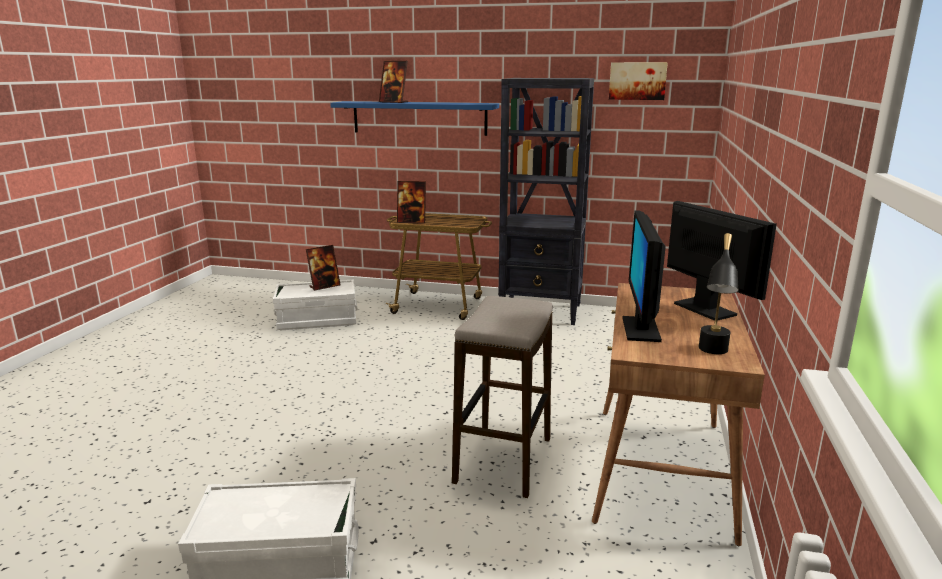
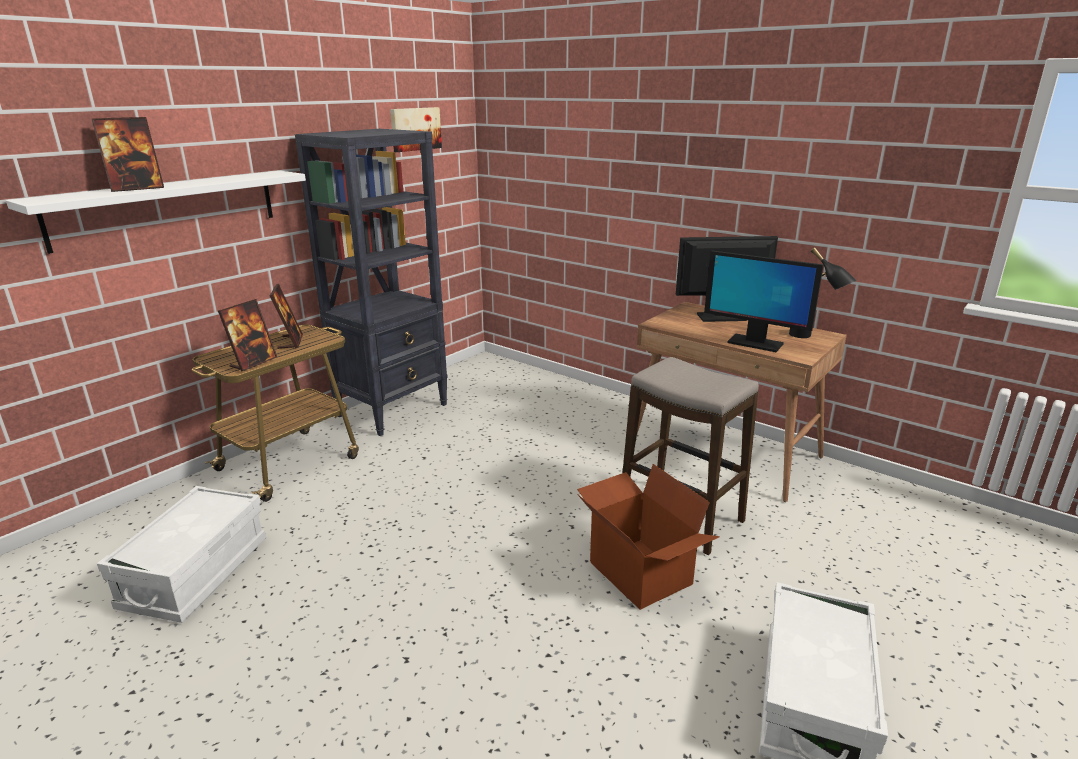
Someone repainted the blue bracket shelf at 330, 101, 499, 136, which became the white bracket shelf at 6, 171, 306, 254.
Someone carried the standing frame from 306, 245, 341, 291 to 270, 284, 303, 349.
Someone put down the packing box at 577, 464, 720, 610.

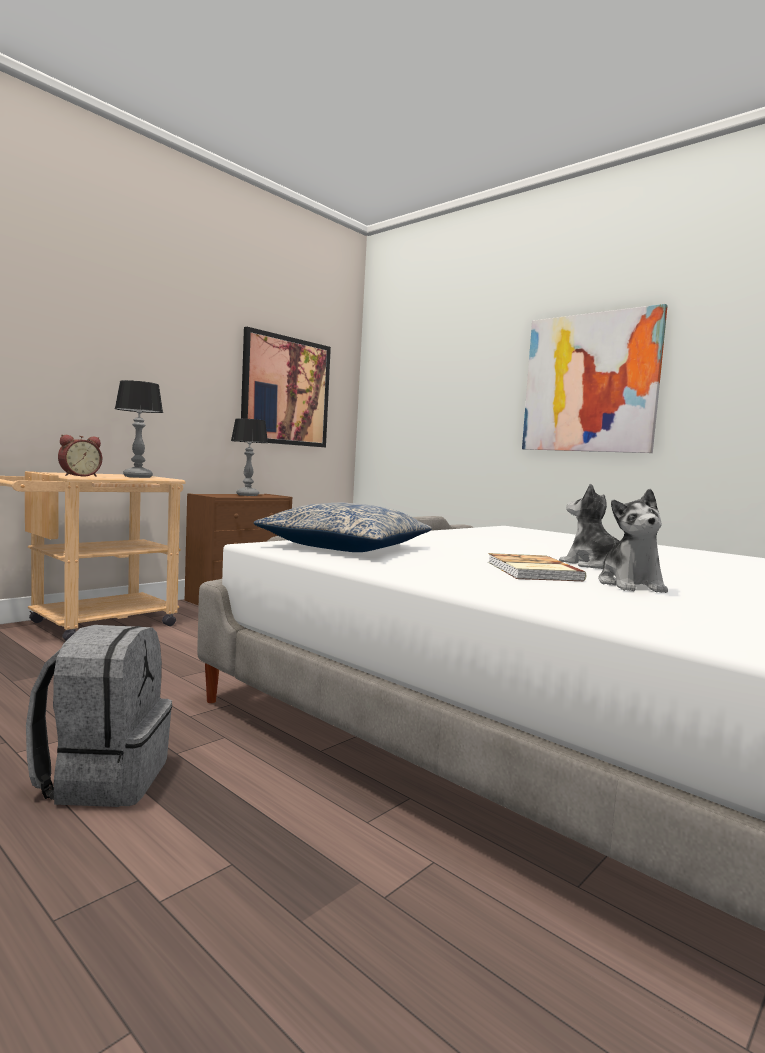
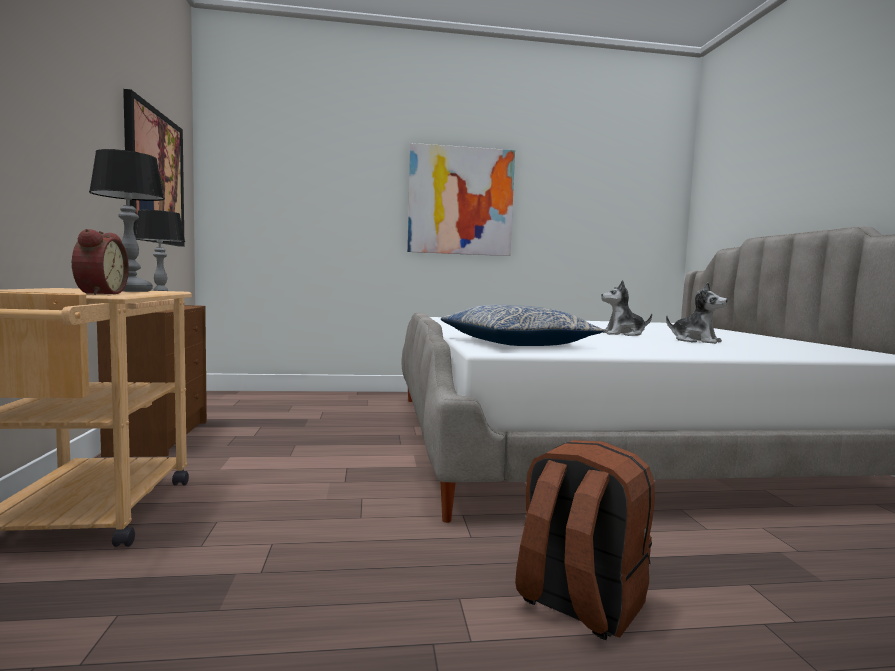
Someone repainted the grey knapsack at 26, 625, 172, 807, which became the brown-coloured knapsack at 515, 440, 655, 640.
Someone took away the bound book at 488, 553, 586, 581.

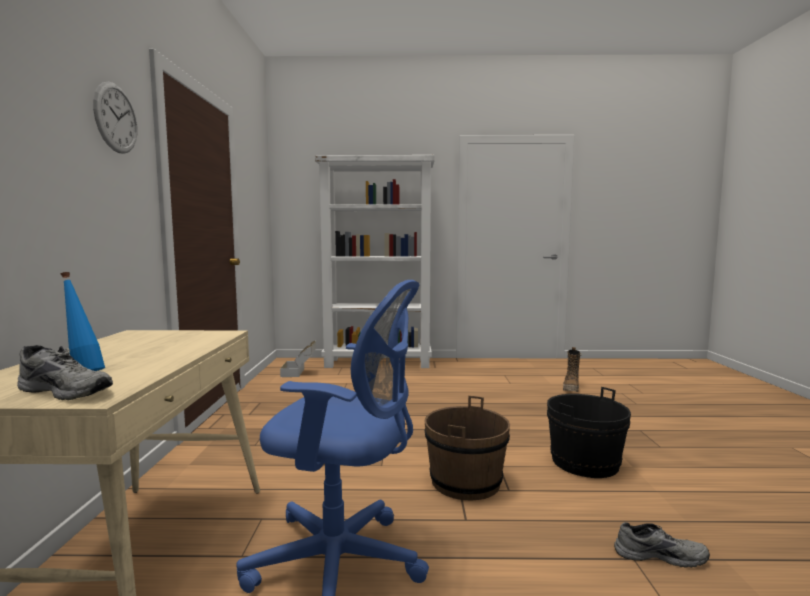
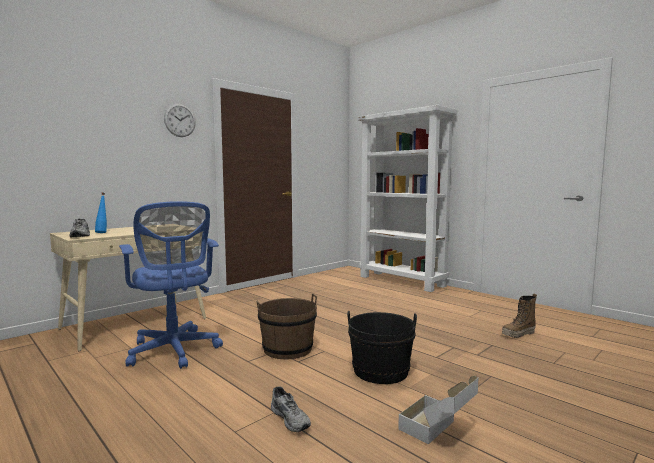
Someone carried the packing box from 280, 341, 316, 377 to 398, 376, 478, 445.

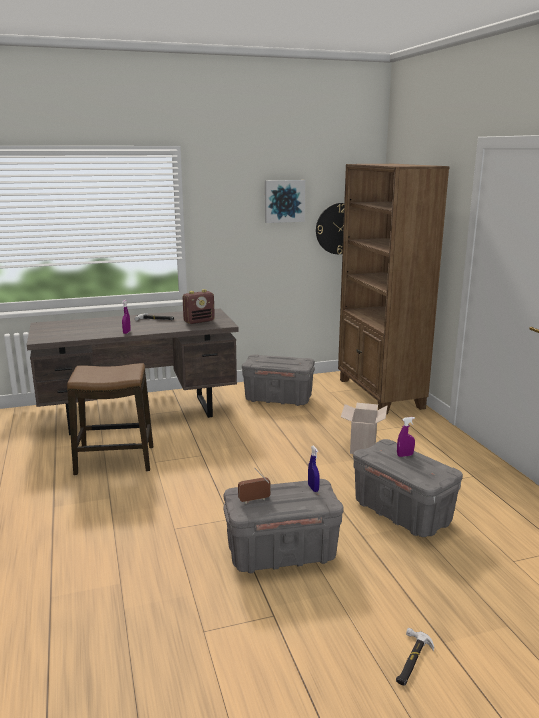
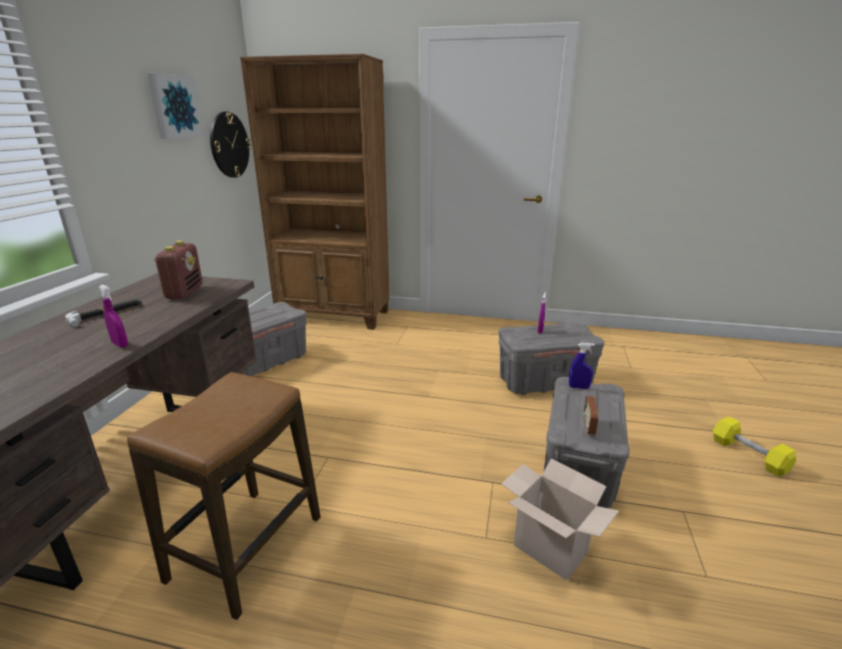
Someone carried the packing box from 341, 403, 387, 454 to 501, 458, 619, 581.
Someone swapped the hammer at 396, 628, 434, 686 for the yellow-coloured hand weight at 713, 416, 796, 477.

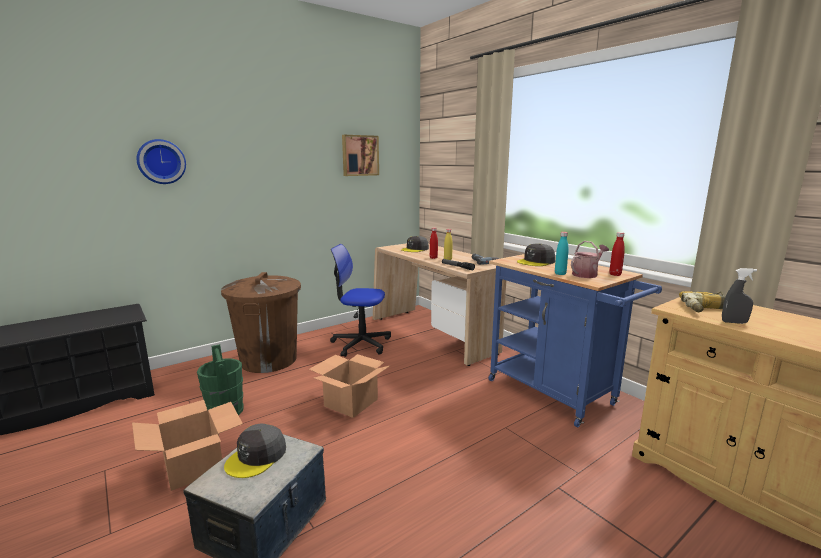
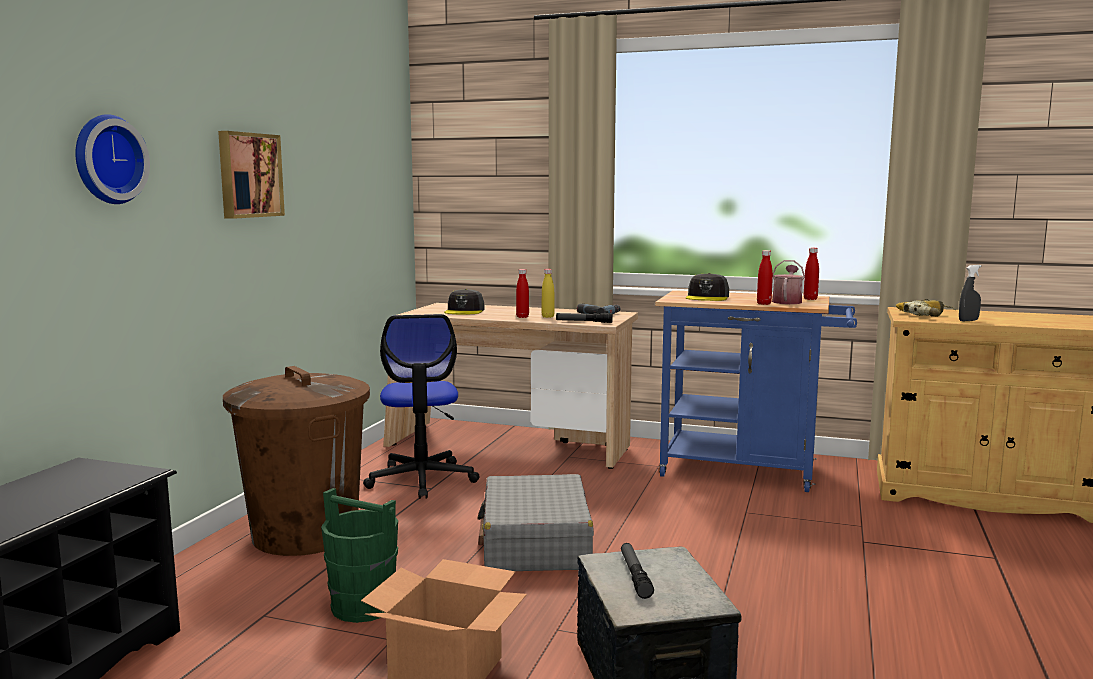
Someone carried the wall picture from 342, 135, 379, 176 to 218, 131, 285, 219.
Someone rotated the office chair at 330, 244, 391, 357 by 75 degrees counterclockwise.
Someone swapped the packing box at 309, 354, 389, 418 for the grey piece of luggage at 478, 474, 594, 571.
Someone swapped the grey cap at 224, 423, 286, 478 for the hand torch at 621, 543, 654, 599.
Someone repainted the turquoise beverage bottle at 555, 232, 568, 275, which became the reddish beverage bottle at 757, 250, 773, 305.

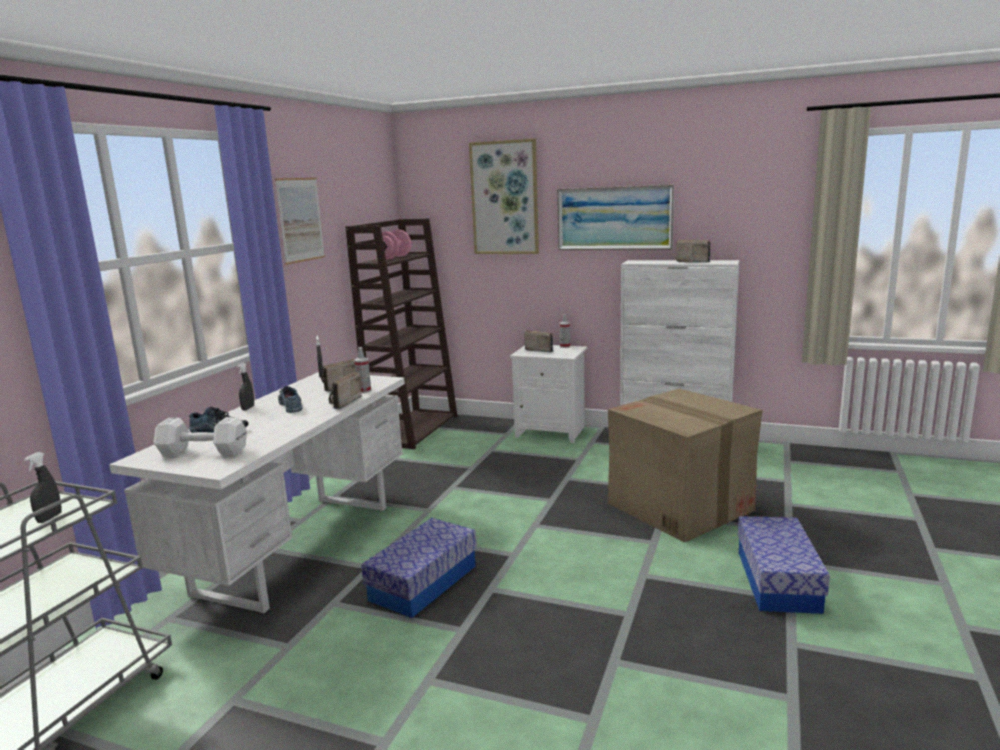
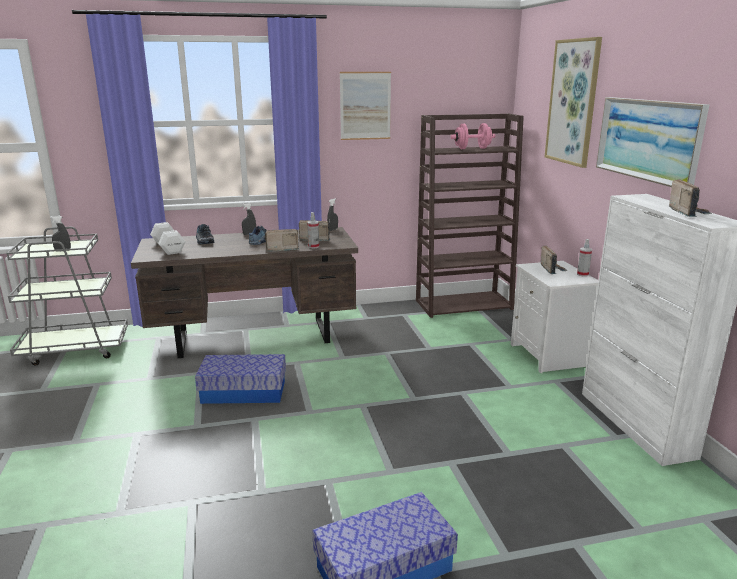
Someone repainted the white desk table at 109, 372, 405, 613, which became the brown-coloured desk table at 131, 227, 358, 358.
Someone took away the packing box at 608, 389, 762, 542.

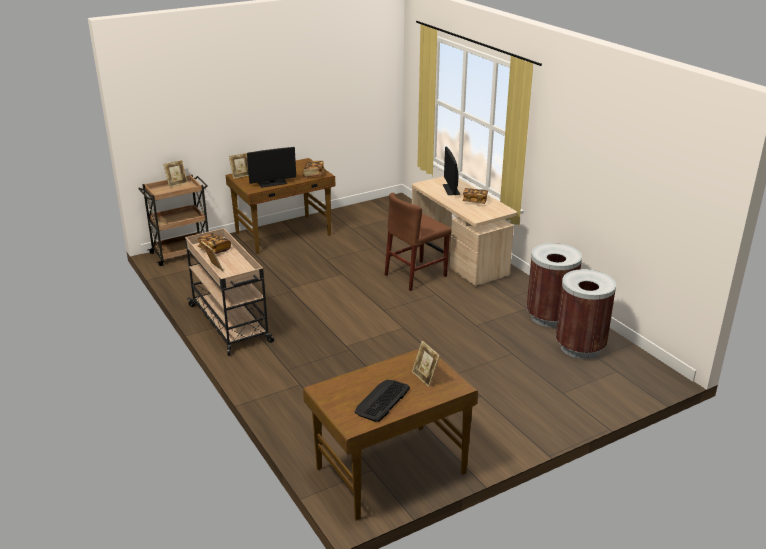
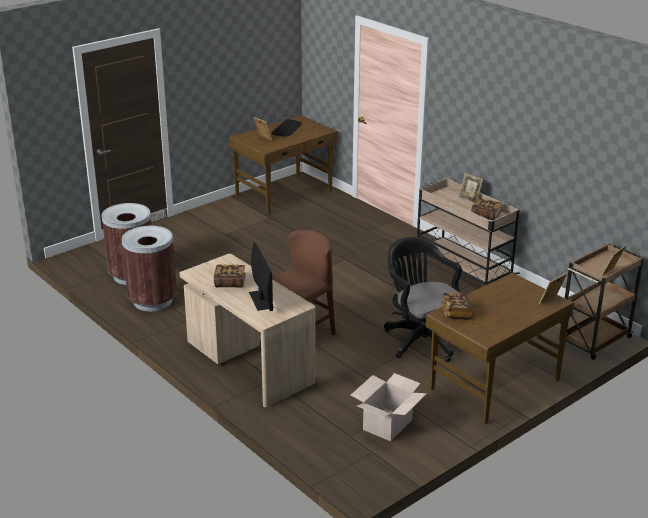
Someone put down the packing box at 351, 373, 427, 441.
Someone put down the black-coloured office chair at 384, 237, 462, 362.
Someone took away the computer display at 247, 147, 296, 188.

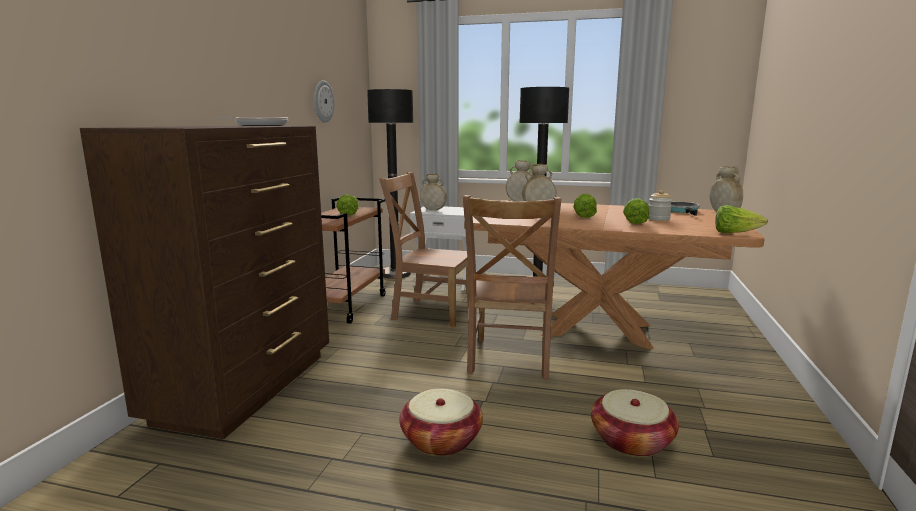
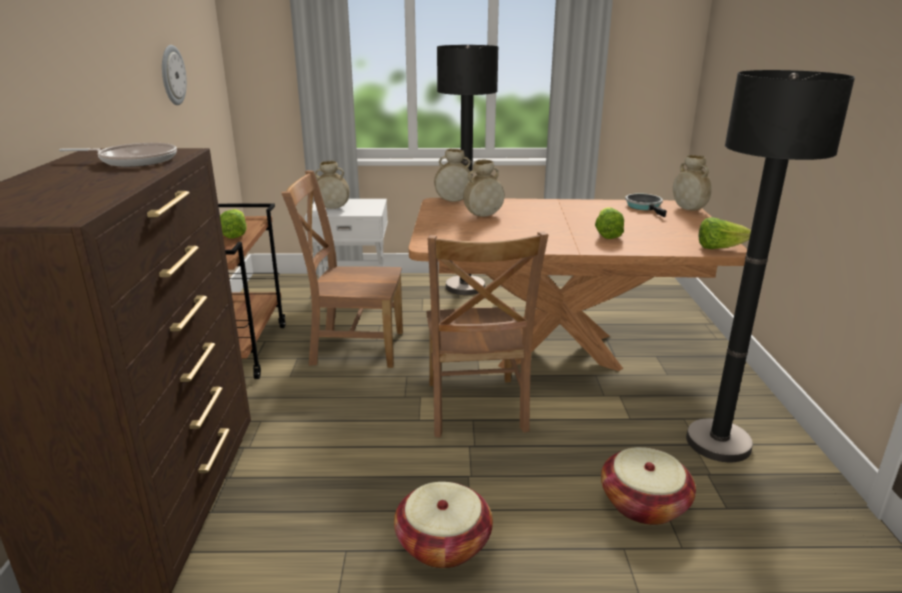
Someone carried the black-coloured standing lamp from 367, 89, 413, 279 to 686, 70, 855, 462.
Someone took away the lettuce head at 573, 193, 597, 218.
Someone took away the storage jar at 648, 190, 672, 221.

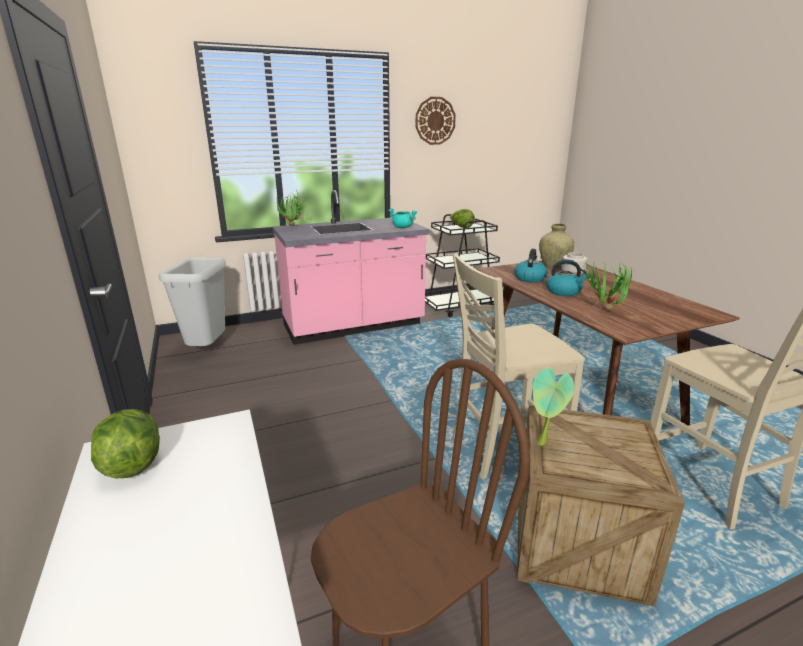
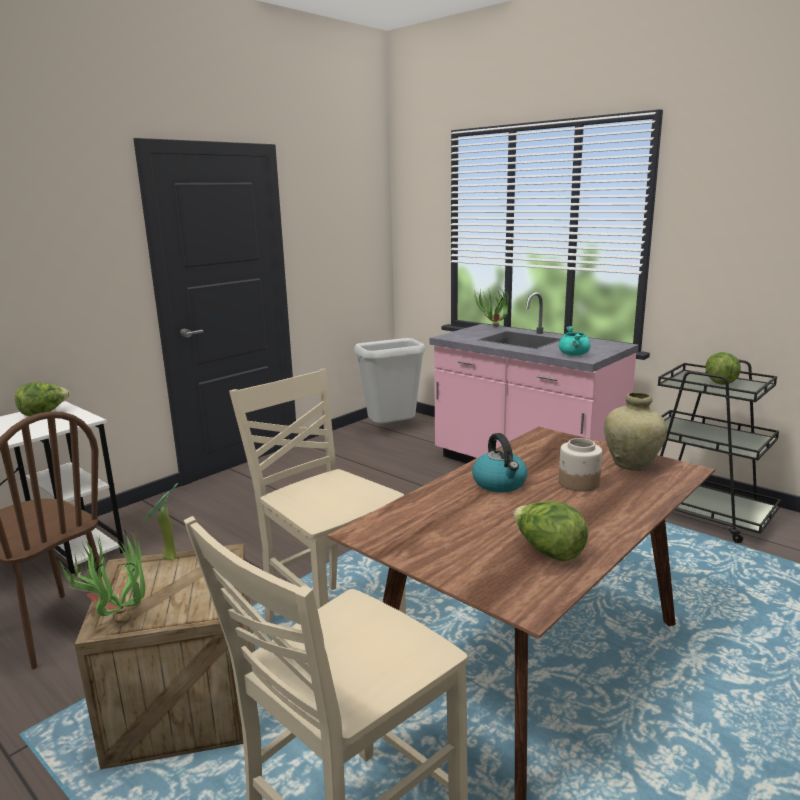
Someone carried the potted plant from 584, 260, 632, 311 to 56, 529, 145, 623.
Someone put down the lettuce head at 513, 501, 588, 562.
Someone took away the hanging clock at 416, 97, 456, 145.
Someone took away the water kettle at 515, 249, 547, 283.

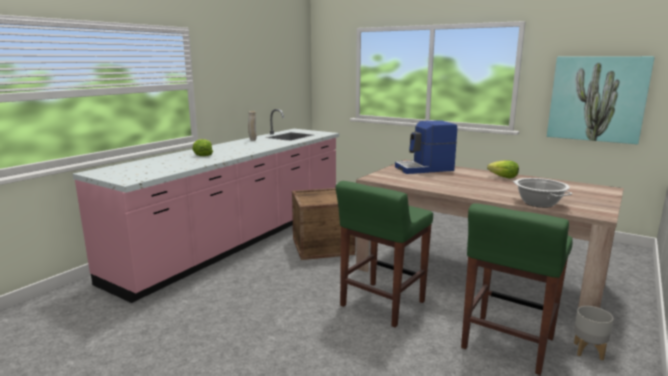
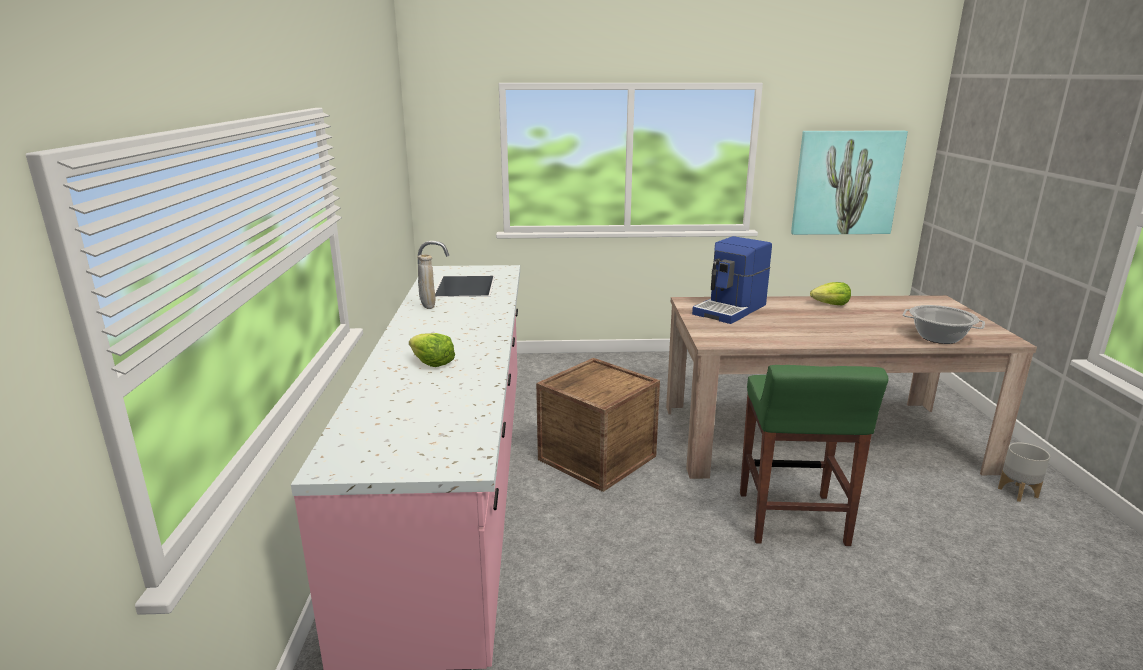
Someone took away the green-coloured sitting stool at 461, 203, 573, 375.

